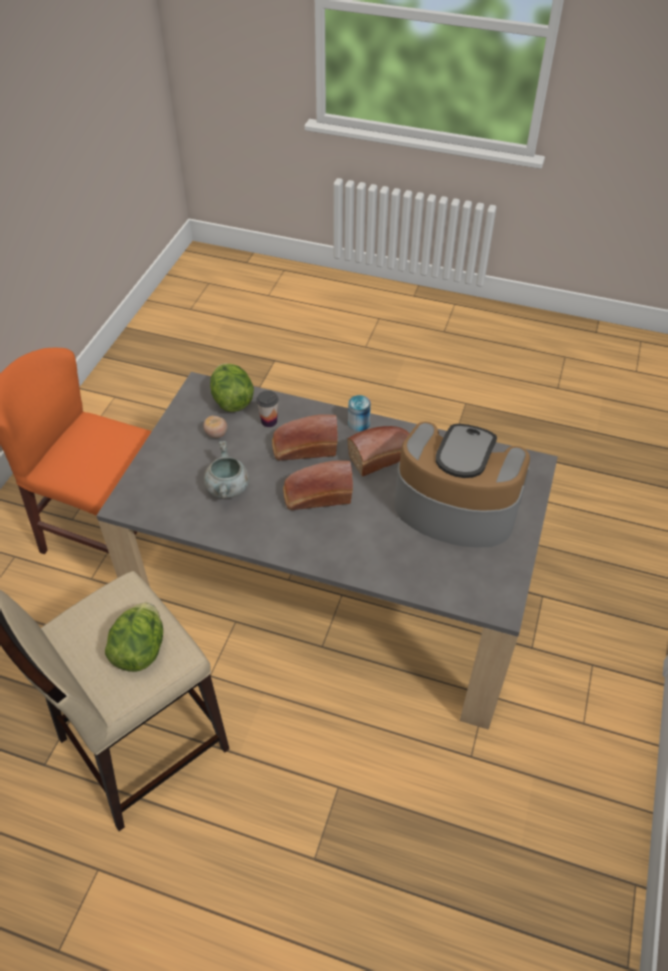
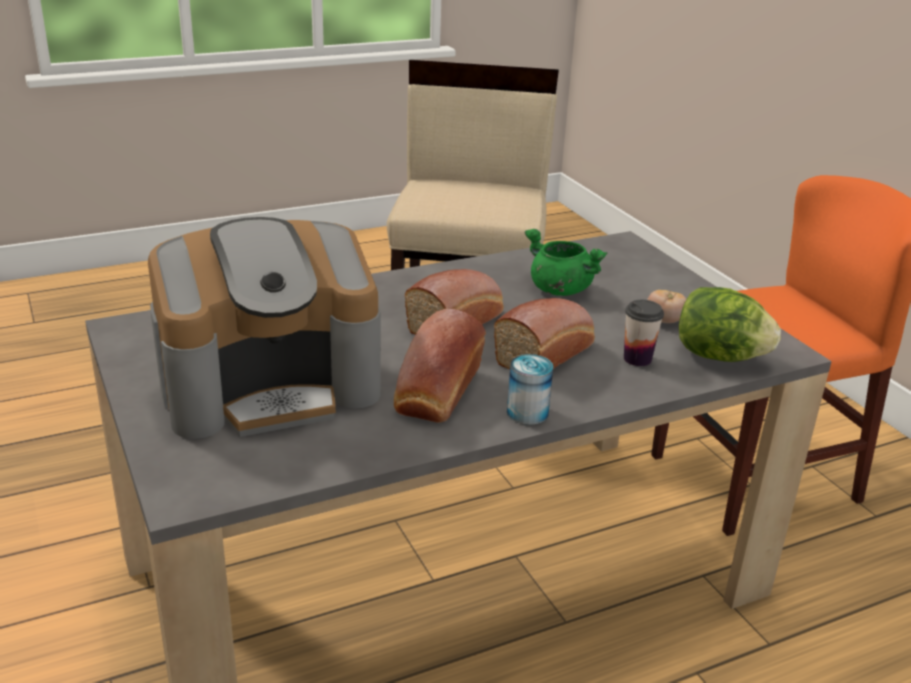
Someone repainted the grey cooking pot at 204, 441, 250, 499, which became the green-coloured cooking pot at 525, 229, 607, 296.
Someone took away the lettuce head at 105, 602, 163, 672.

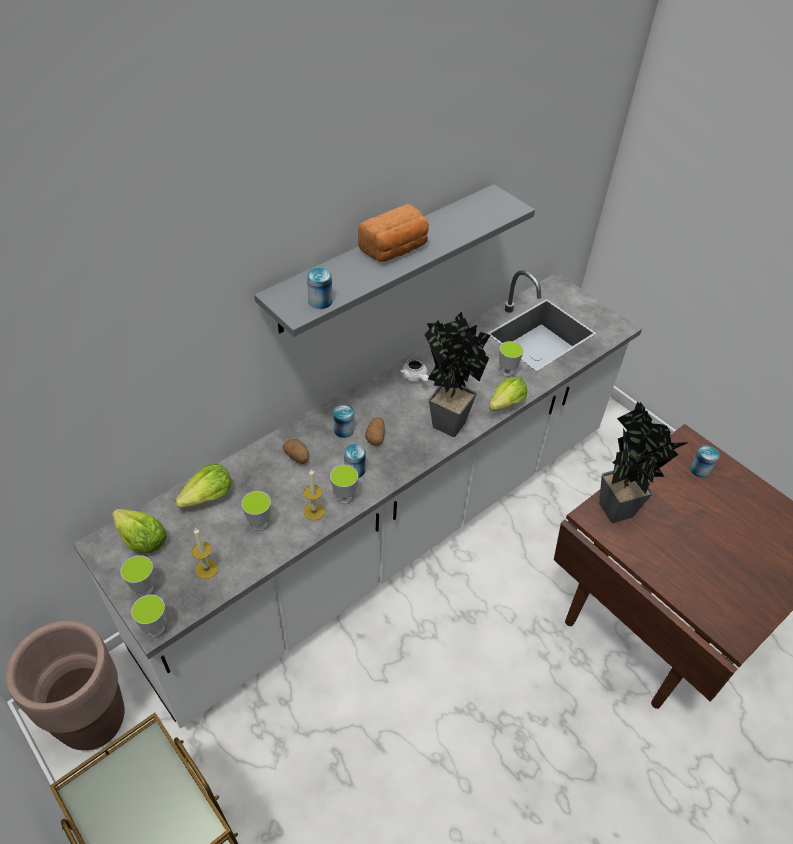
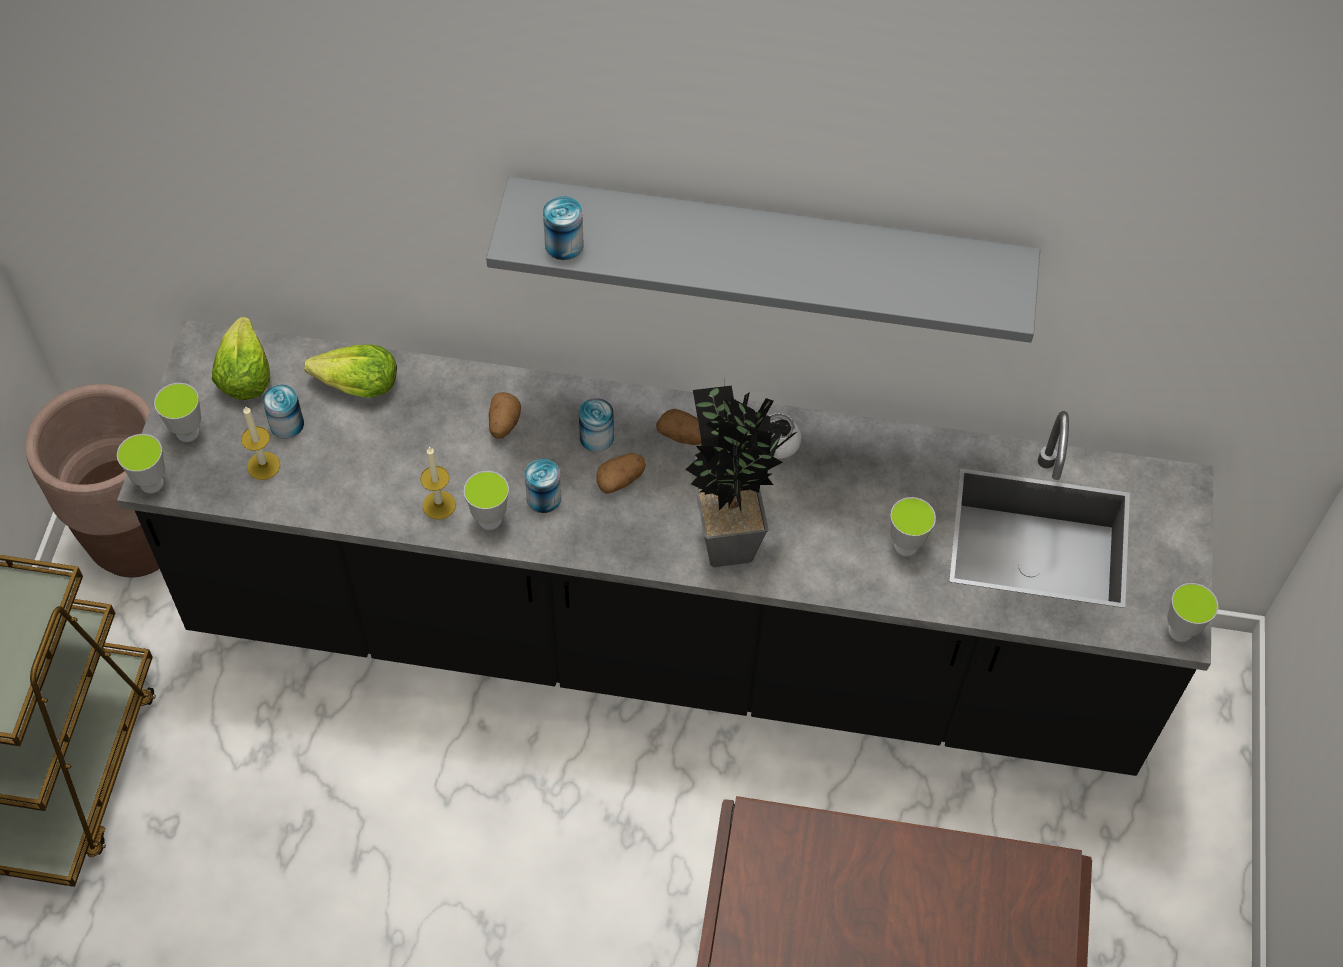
Someone repainted the white kitchen counter at 73, 270, 642, 729, which became the black-coloured kitchen counter at 117, 320, 1214, 776.
Someone carried the metal can from 690, 445, 719, 478 to 263, 385, 304, 439.
Someone put down the whole potato at 656, 409, 701, 445.
Someone carried the drinking cup from 241, 491, 271, 531 to 1167, 583, 1218, 642.
Someone took away the bread at 358, 204, 429, 262.
Someone took away the lettuce head at 489, 377, 527, 411.
Someone took away the potted plant at 599, 401, 689, 523.

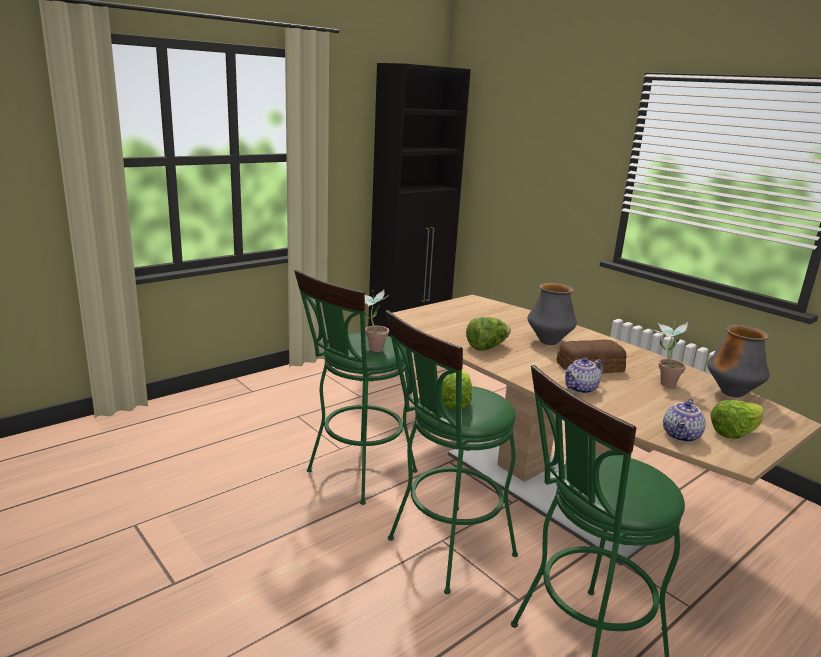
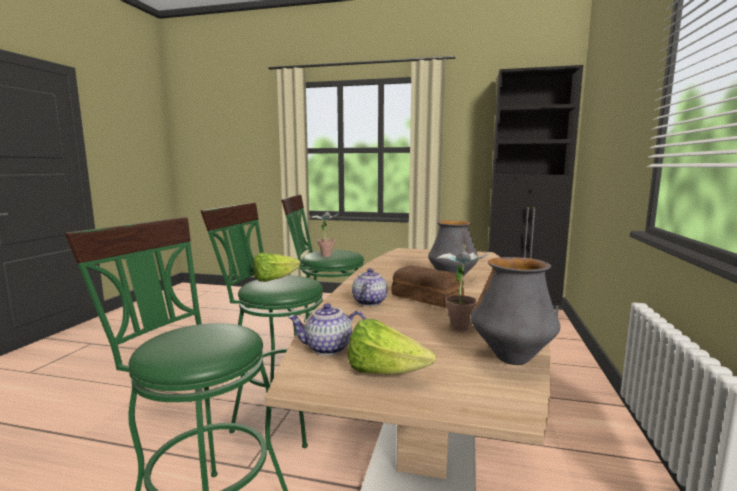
Someone rotated the tea pot at 564, 358, 603, 394 by 75 degrees clockwise.
Someone took away the lettuce head at 466, 317, 511, 350.

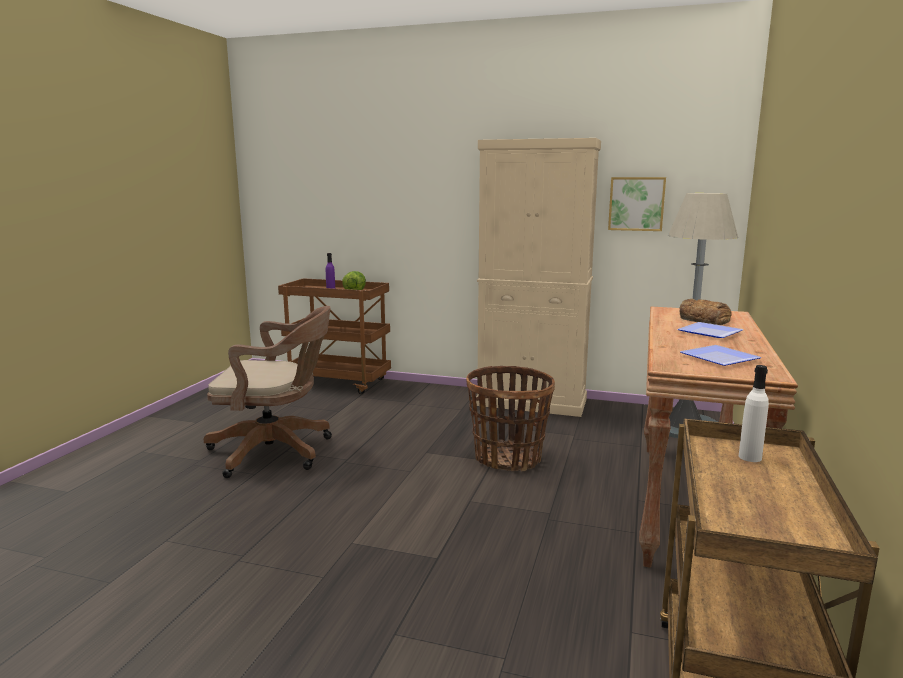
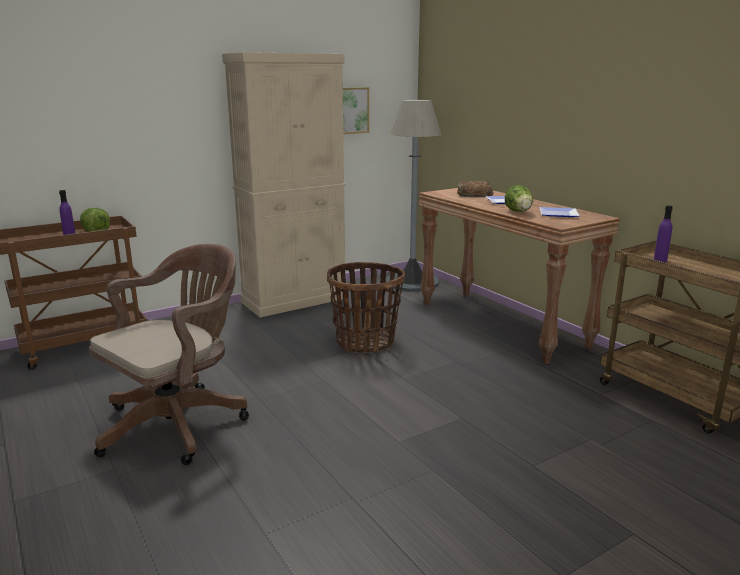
Someone put down the lettuce head at 505, 185, 533, 212.
Someone repainted the white beverage bottle at 739, 365, 769, 462, which became the purple beverage bottle at 654, 205, 673, 262.

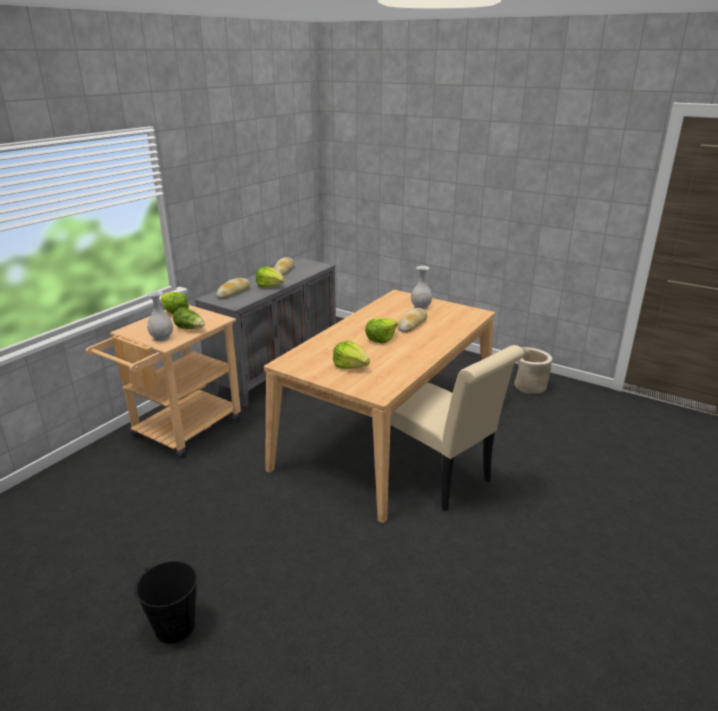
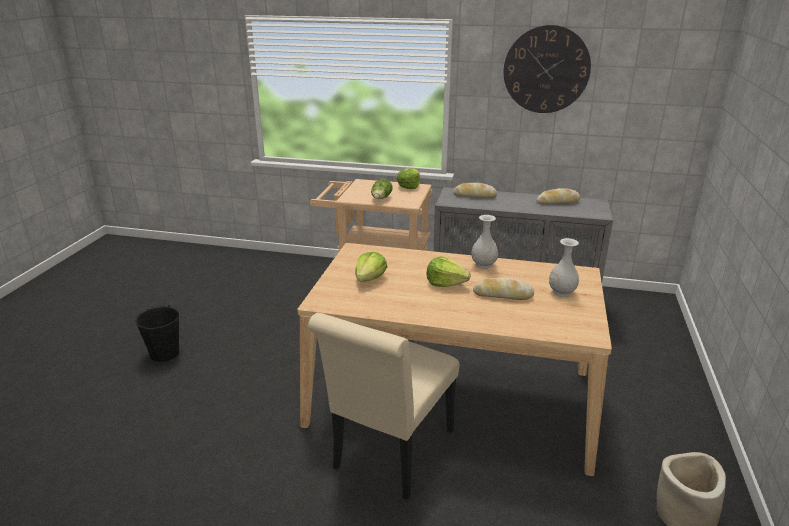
Someone carried the white decorative vase from 147, 291, 173, 341 to 472, 215, 498, 269.
Someone put up the hanging clock at 503, 25, 591, 113.
Someone took away the lettuce head at 256, 267, 285, 288.

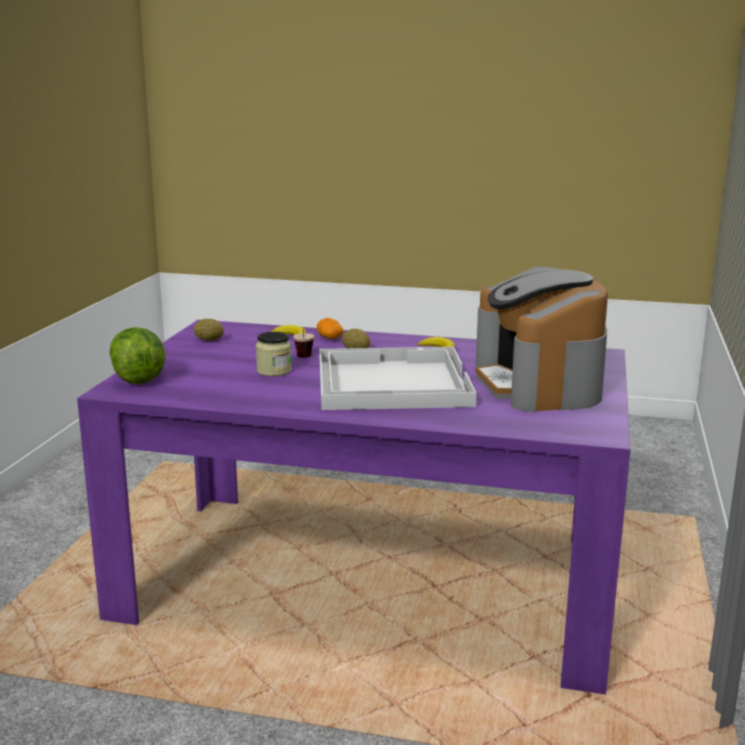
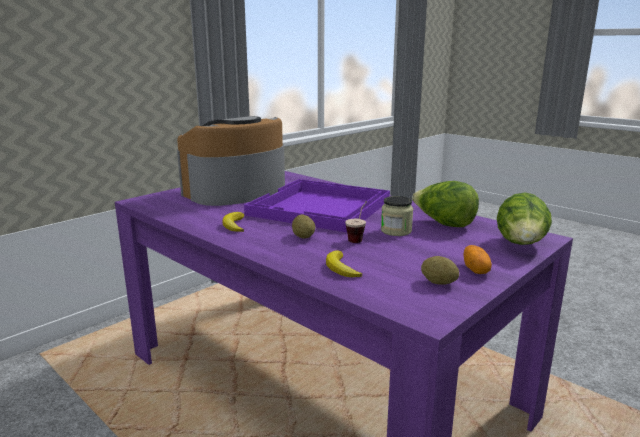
Someone rotated the coffee machine at 475, 267, 608, 412 by 150 degrees counterclockwise.
Someone repainted the white tray at 319, 347, 477, 410, which became the purple tray at 244, 179, 390, 232.
Someone put down the lettuce head at 412, 181, 479, 227.
Someone carried the whole potato from 317, 318, 343, 339 to 464, 245, 492, 274.

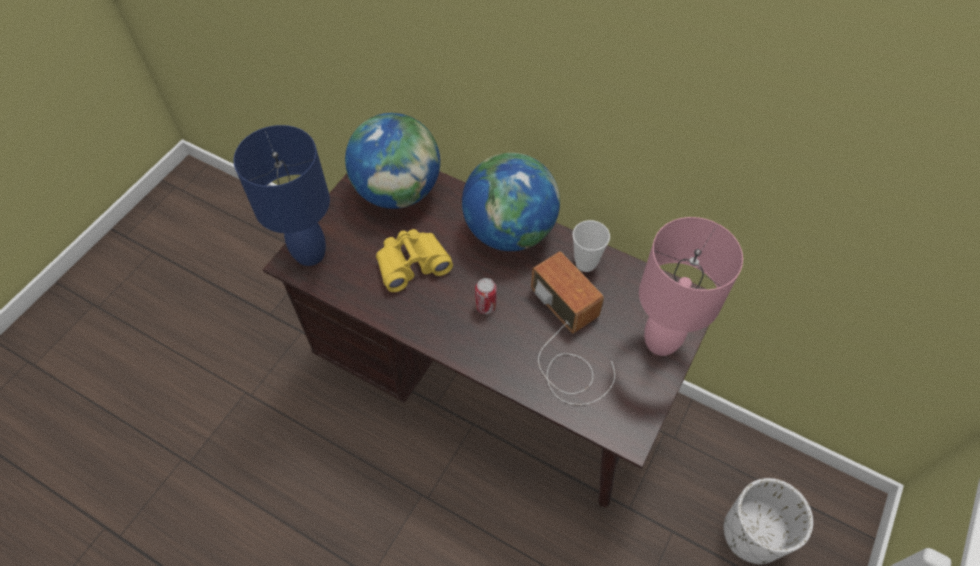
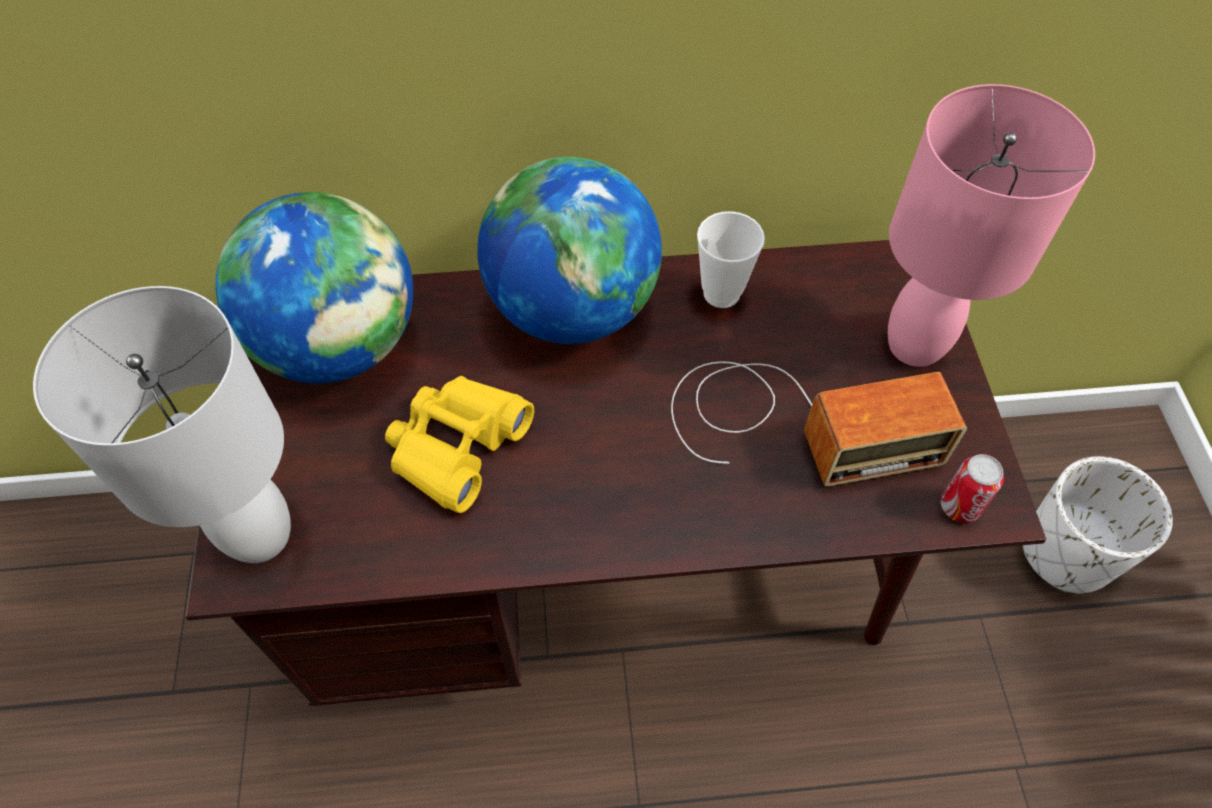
Someone repainted the blue table lamp at 234, 125, 330, 266, which became the white table lamp at 33, 286, 291, 563.
Someone rotated the radio at 531, 251, 615, 405 by 150 degrees clockwise.
Someone carried the metal can from 475, 278, 497, 314 to 941, 454, 1004, 523.

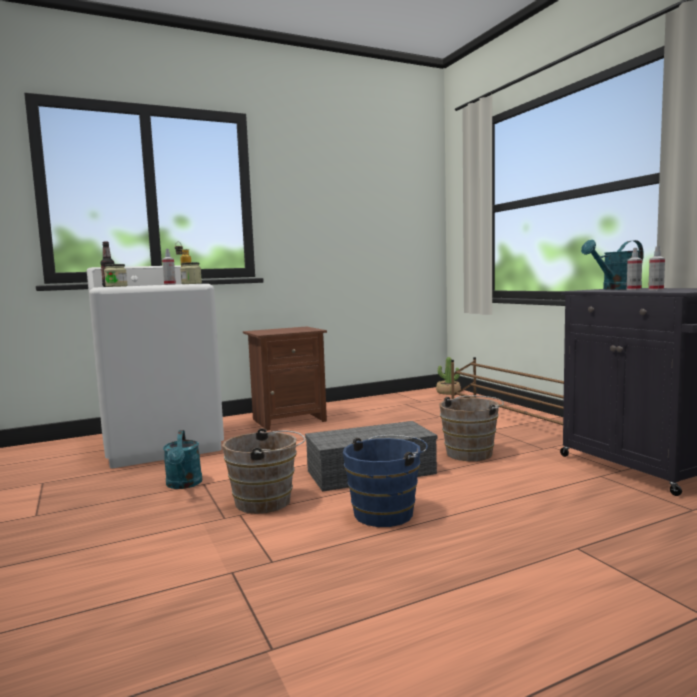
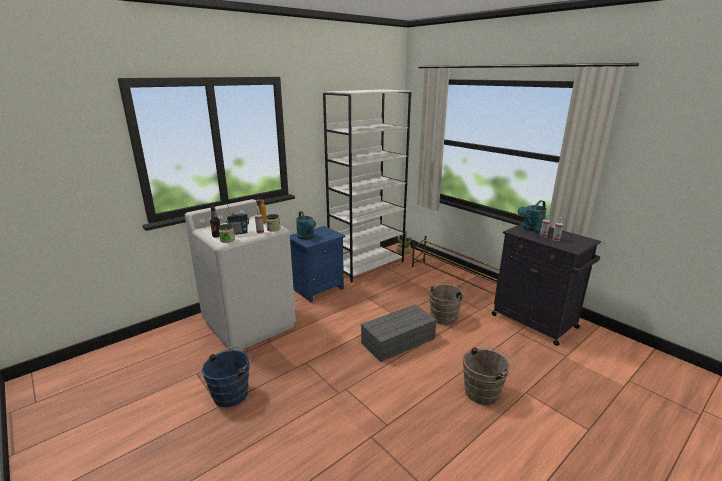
Someone carried the blue pail from 343, 435, 428, 527 to 202, 347, 254, 407.
Someone put down the radio at 226, 204, 250, 235.
Someone repainted the brown-coloured bedside table at 243, 326, 327, 431, which became the blue bedside table at 290, 226, 346, 303.
Someone carried the turquoise sprinkling can from 163, 430, 202, 489 to 296, 211, 316, 240.
Someone put down the white bookshelf at 323, 89, 411, 283.
Someone carried the brown-coloured pail from 222, 428, 305, 514 to 463, 347, 515, 405.

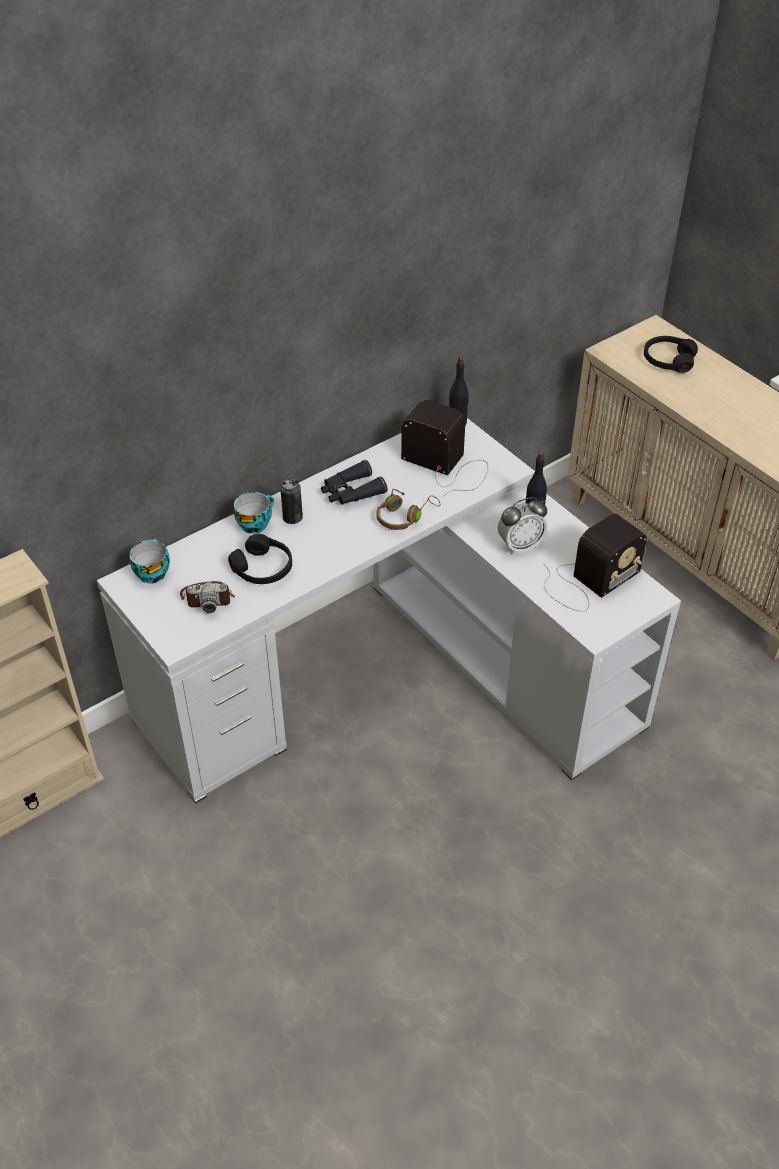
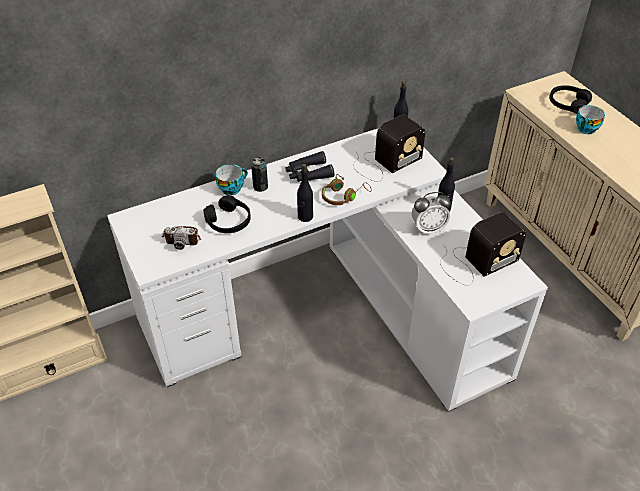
Someone put down the black-coloured beverage bottle at 297, 164, 313, 222.
Someone rotated the radio at 401, 400, 488, 496 by 105 degrees clockwise.
Someone carried the drinking cup from 129, 539, 170, 584 to 576, 105, 605, 134.

